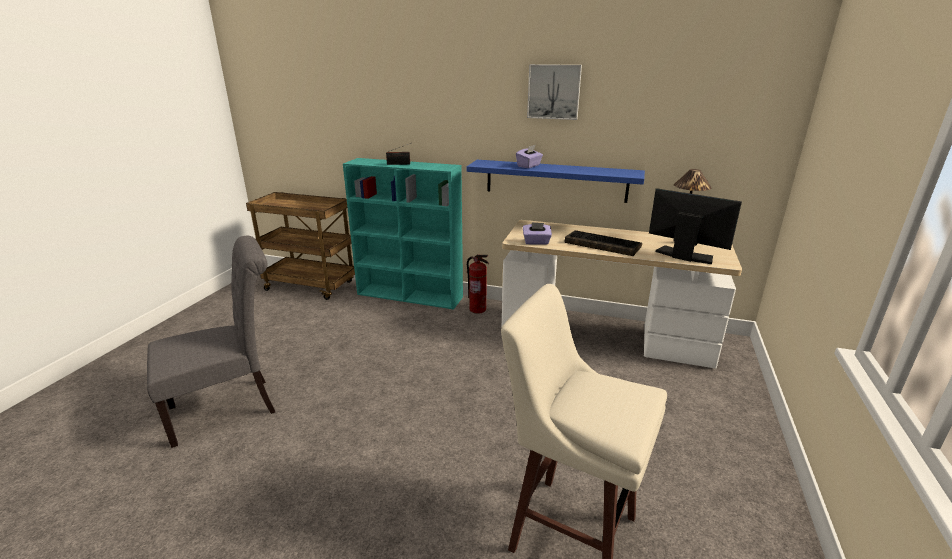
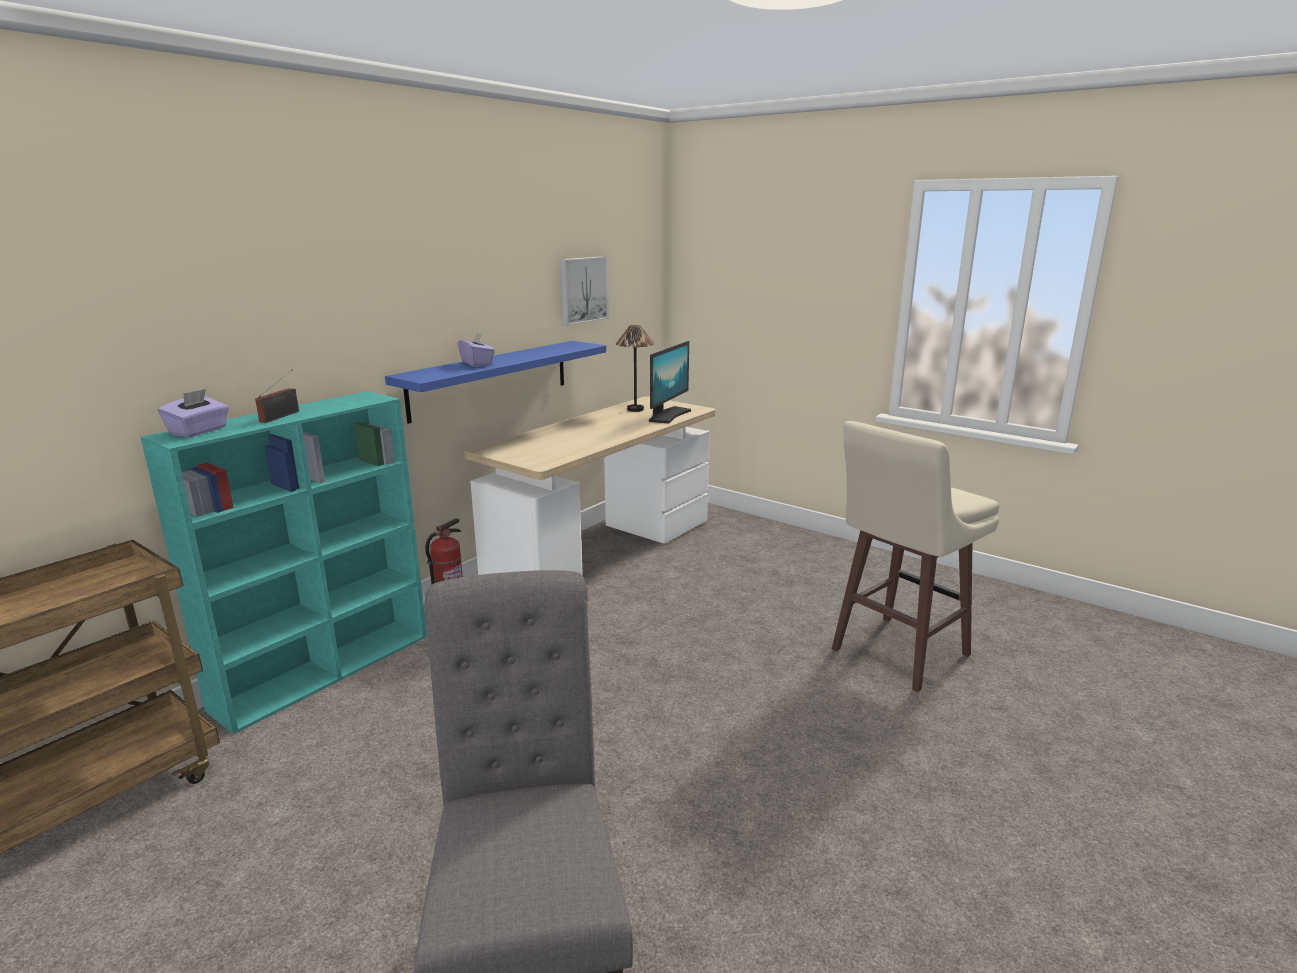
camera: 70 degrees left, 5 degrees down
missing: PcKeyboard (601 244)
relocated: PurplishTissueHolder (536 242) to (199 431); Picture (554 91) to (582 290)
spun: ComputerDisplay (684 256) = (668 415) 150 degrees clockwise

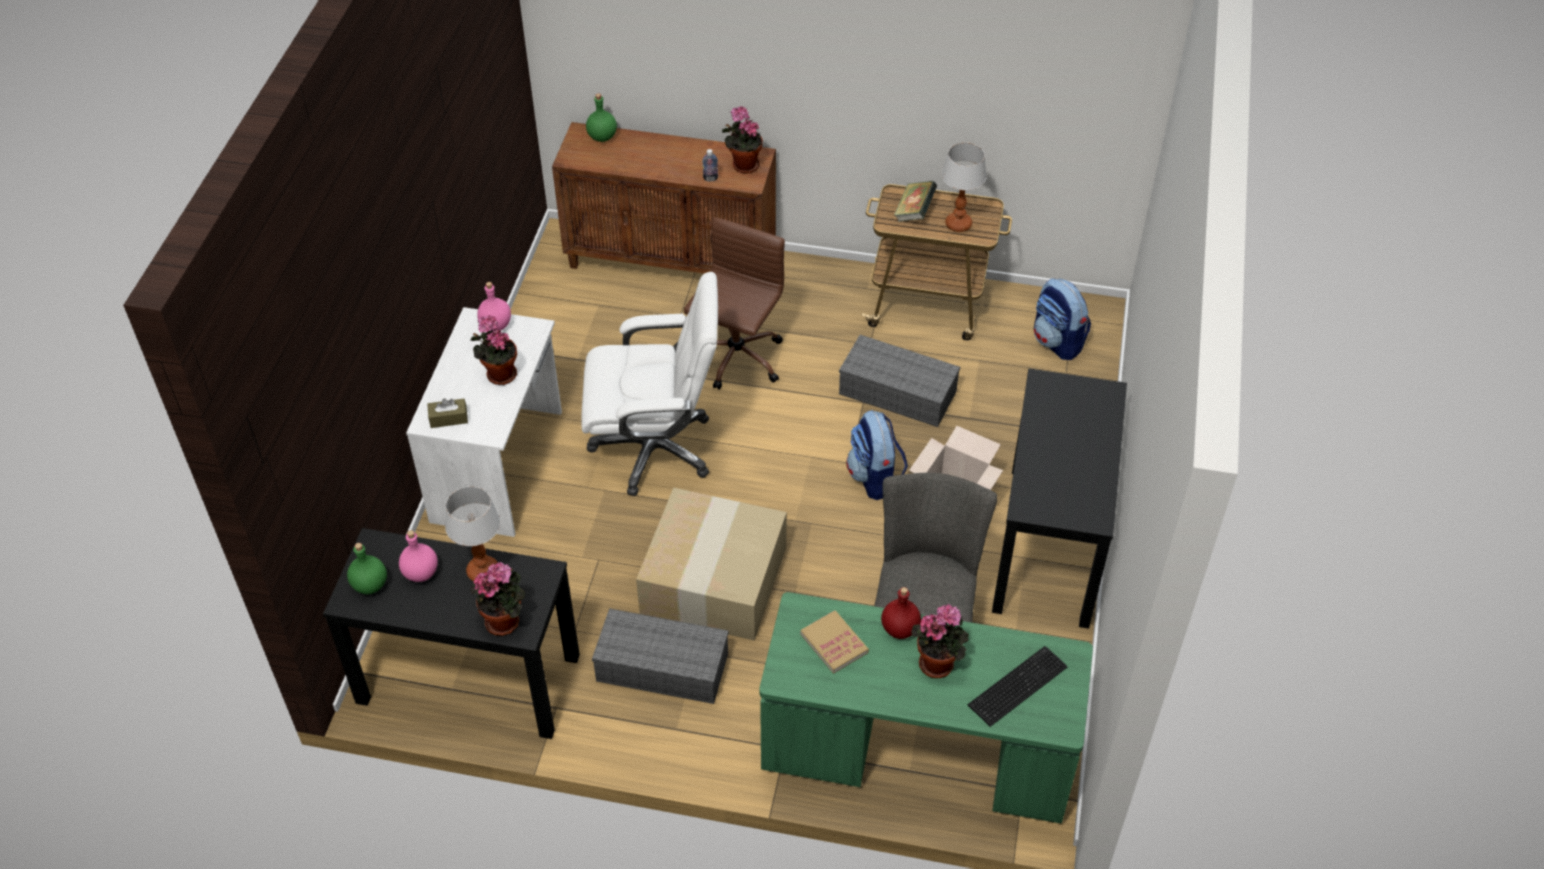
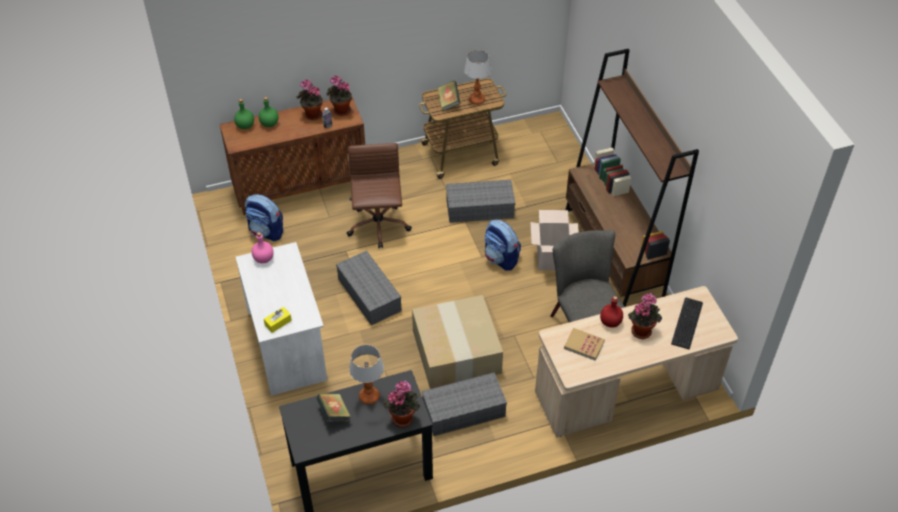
camera: 30 degrees left, 0 degrees up
relocated: GreenishBeverageBottle (370 585) to (270 124); PottedPlant (499 374) to (311 115); Knapsack (1057 342) to (266 232)
exchanged: PinkishBeverageBottle (421 572) to BoundBook (334 414); WhiteColouredOfficeChair (655 448) to GreyishStorageBox (370 295); BlackConsoleTable (1049 544) to BrownishBookcase (613 254)
colour: BrownishTissueHolder (448 418) to YellowishTissueHolder (278 323); GreenishDeskTable (916 757) to BeigeDeskTable (626 392)

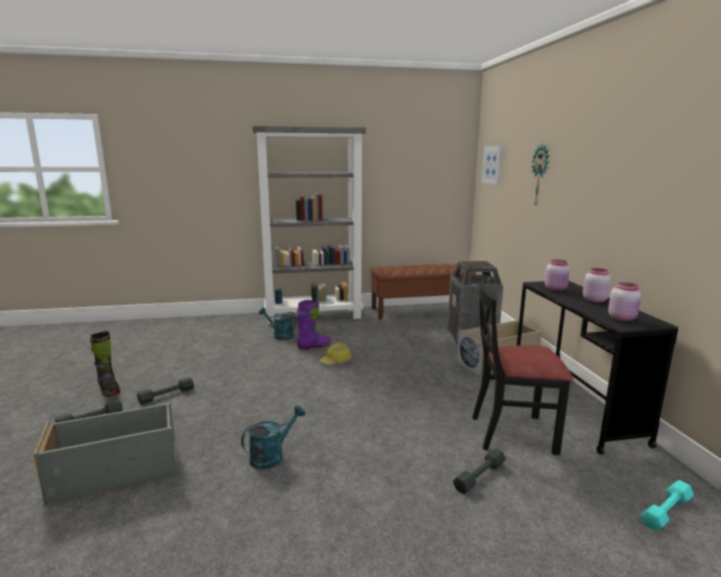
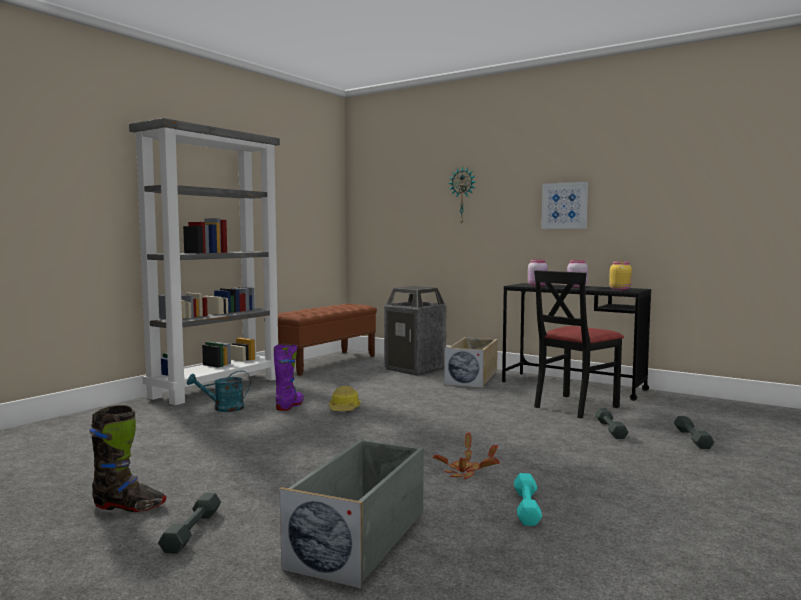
camera: 45 degrees left, 10 degrees down
relocated: GreyishFreeWeight (166 395) to (692 438); Picture (493 164) to (564 205); TurquoiseColouredFreeWeight (666 511) to (527 507)
exchanged: TurquoiseColouredWateringCan (272 456) to PottedPlant (466 472)
colour: PinkishStorageJar (622 318) to YellowishStorageJar (620 289)

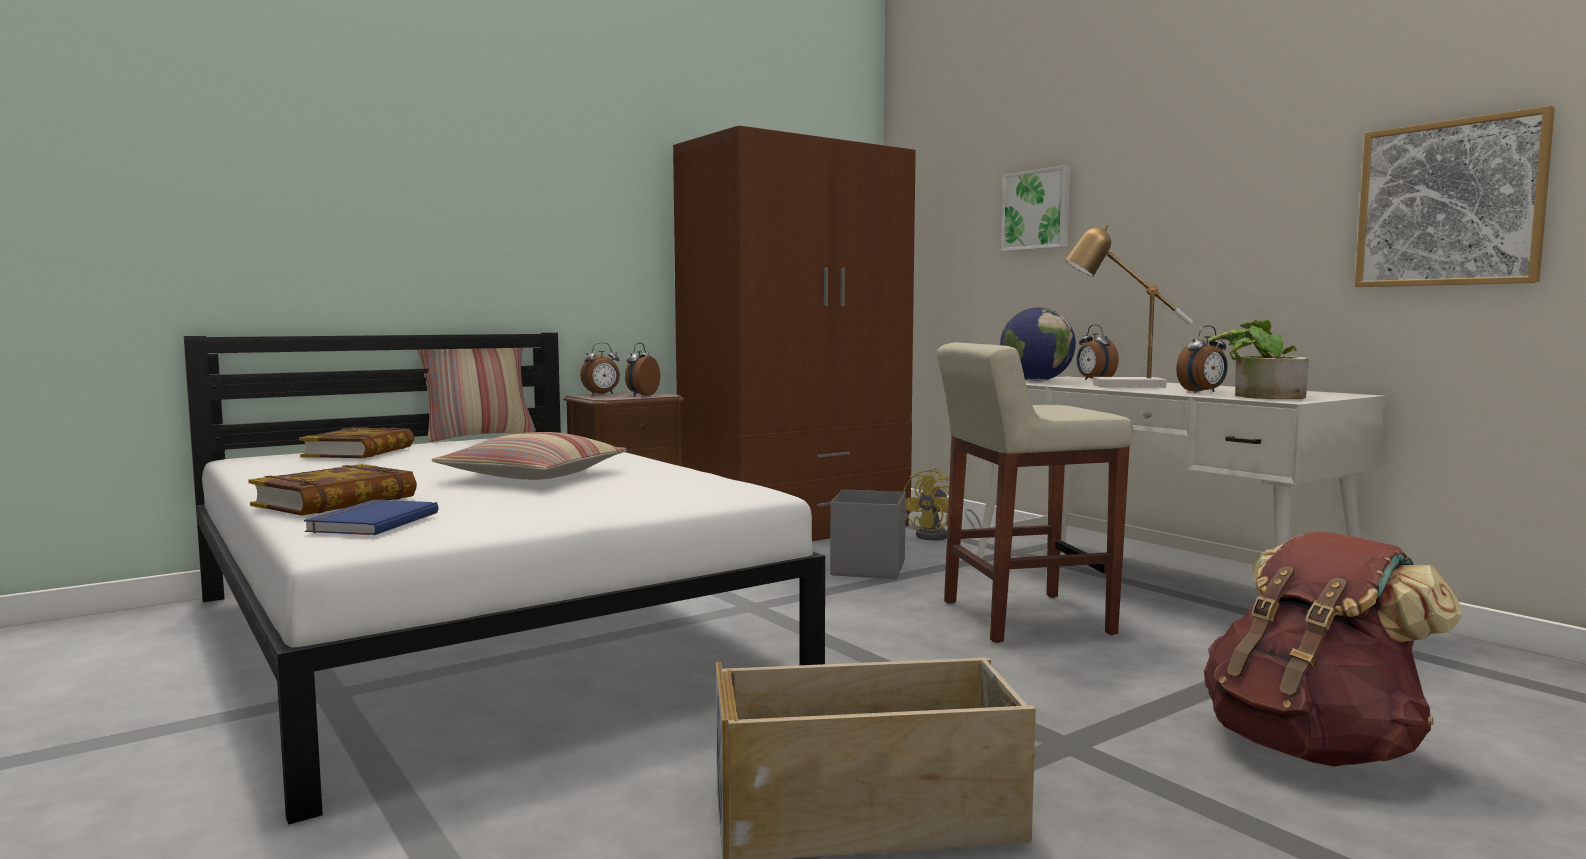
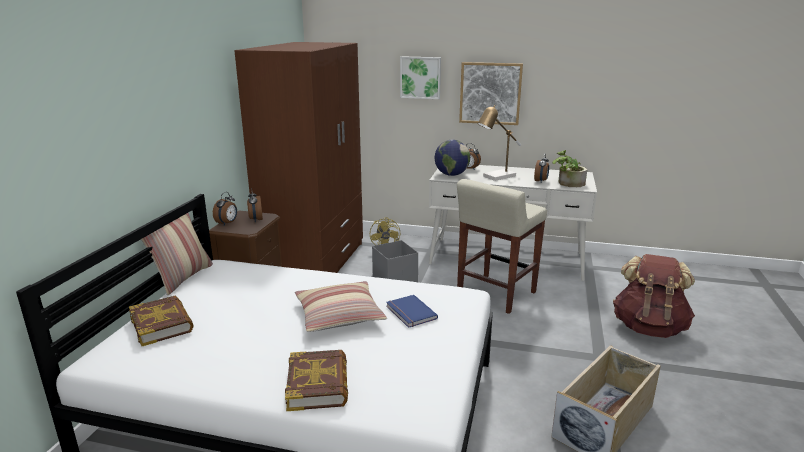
camera: 40 degrees left, 15 degrees up
relocated: BlueBoundBook (370 522) to (410 313); Picture (1449 204) to (490 93)

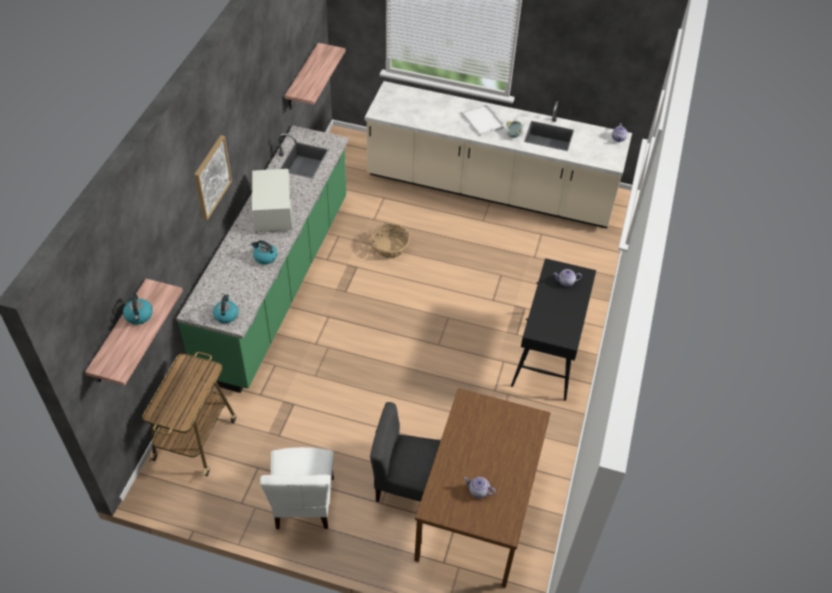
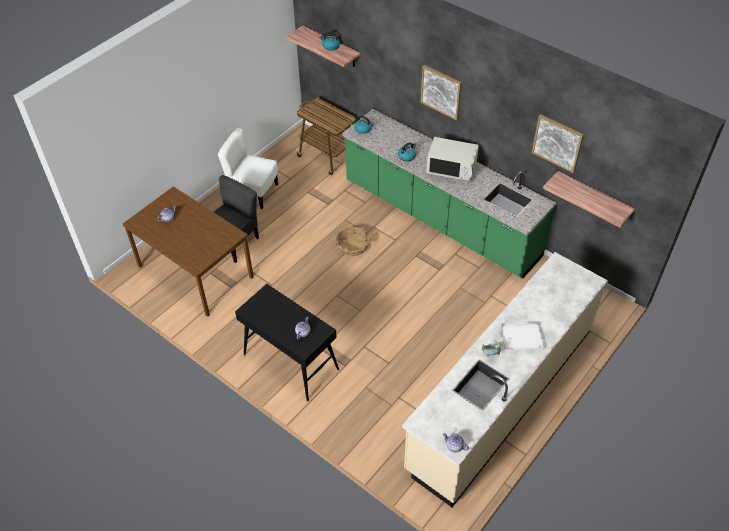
camera: 115 degrees right, 0 degrees up
appeared: Picture (557 143)
relocated: StorageBasket (389 247) to (353 246)

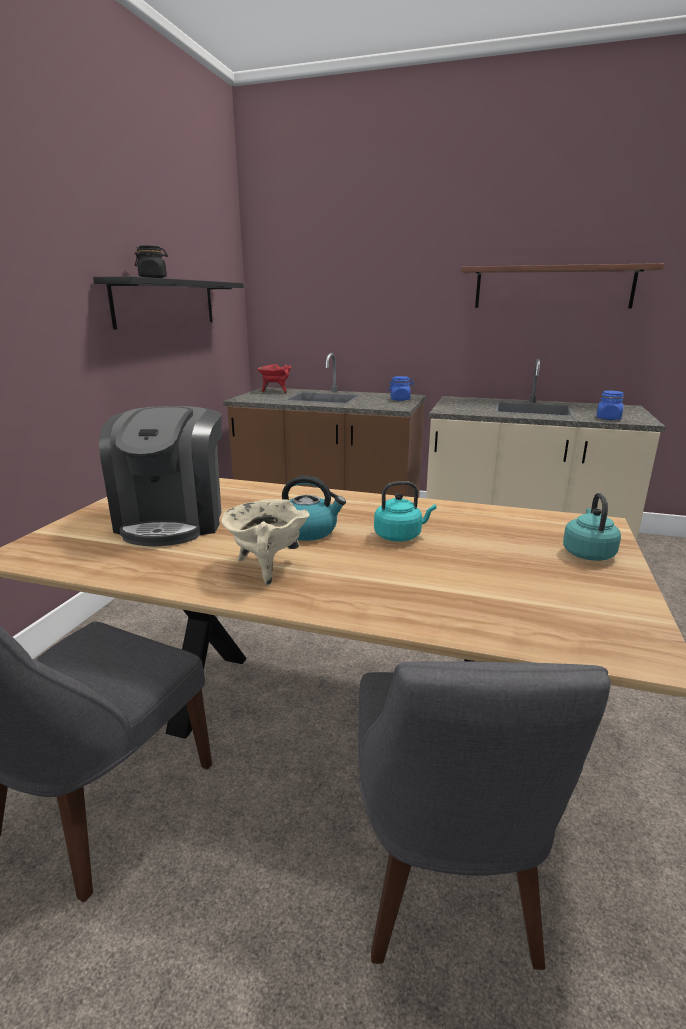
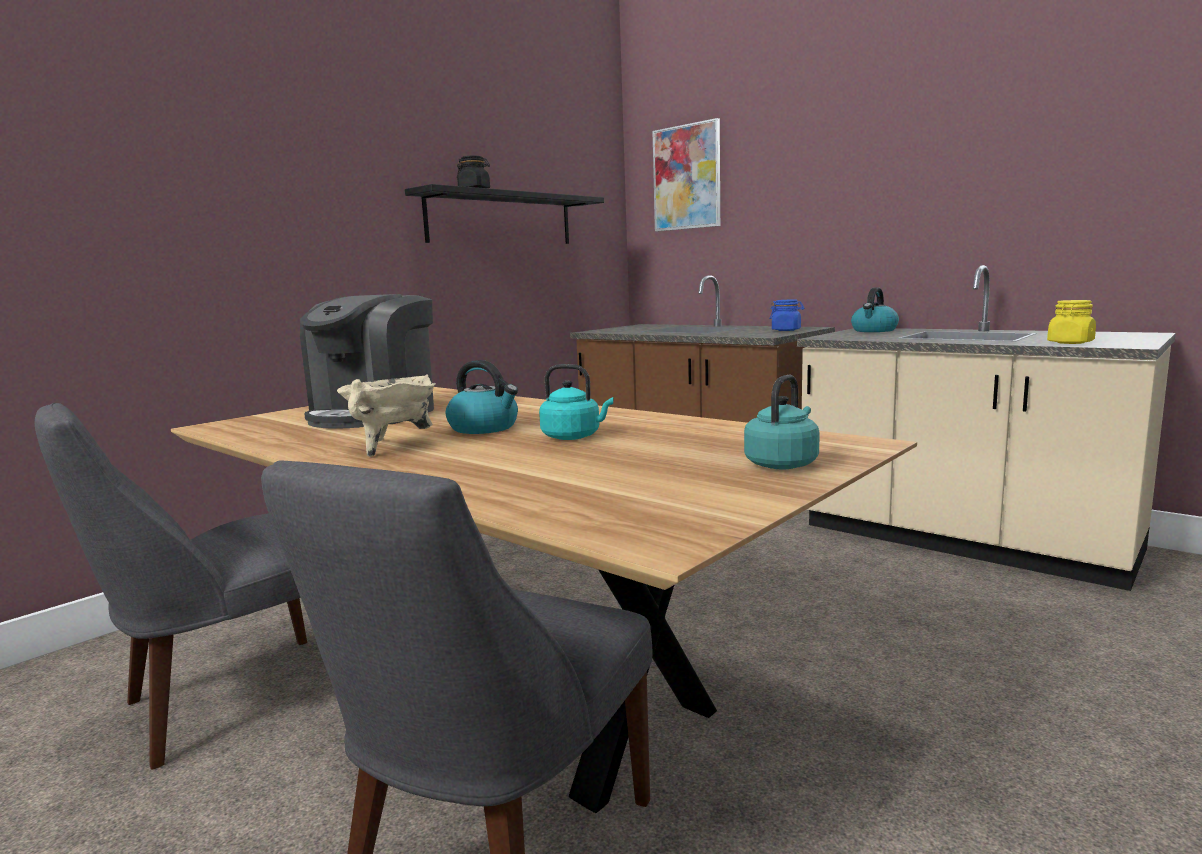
camera: 25 degrees right, 10 degrees down
missing: ReddishSaucepot (276 391); WallShelf (553 287)
appeared: Picture (687 177); Kettle (874 330)
colour: BlueStorageJar (608 418) to YellowishStorageJar (1070 342)

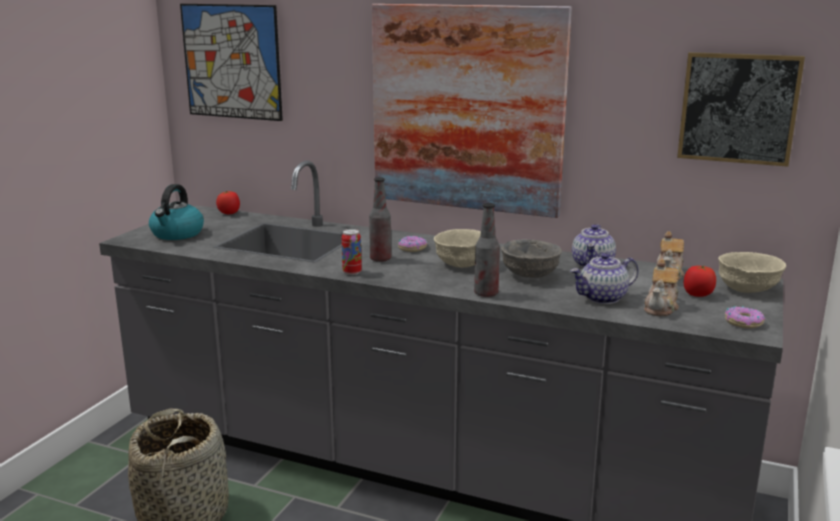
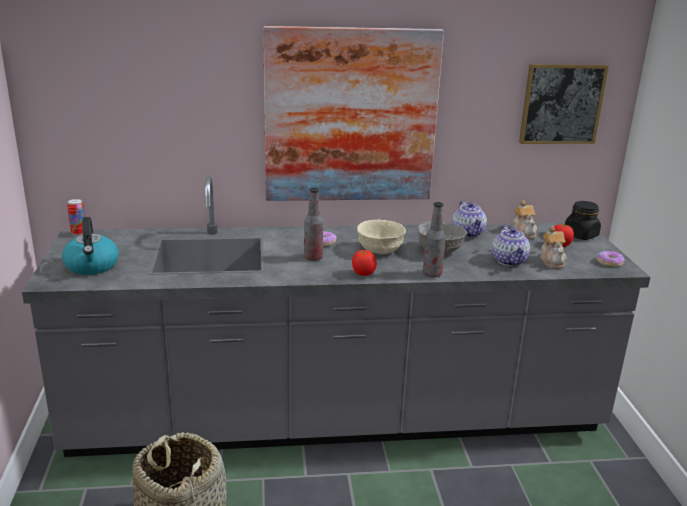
camera: 30 degrees left, 5 degrees up
missing: Picture (232 62)
relocated: WholeTomato (229 213) to (363 273); SealedCan (352 272) to (79 233)
exchanged: BeigeServingBowl (747 289) to BlackStorageJar (581 235)
spun: TeaPot (602 298) = (509 261) 45 degrees counterclockwise

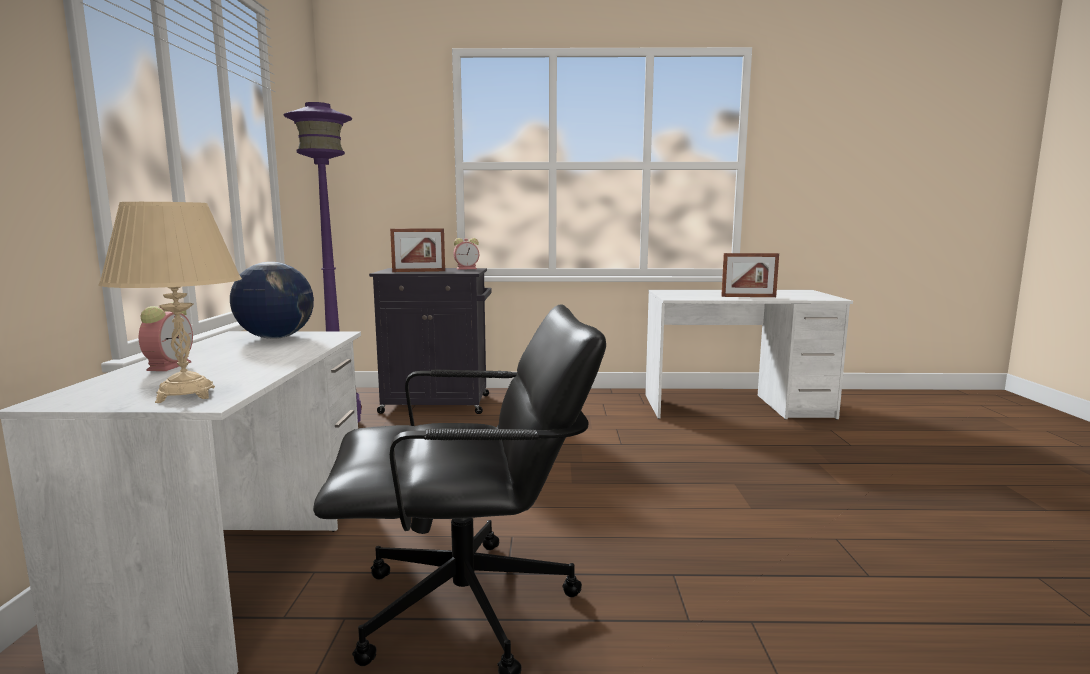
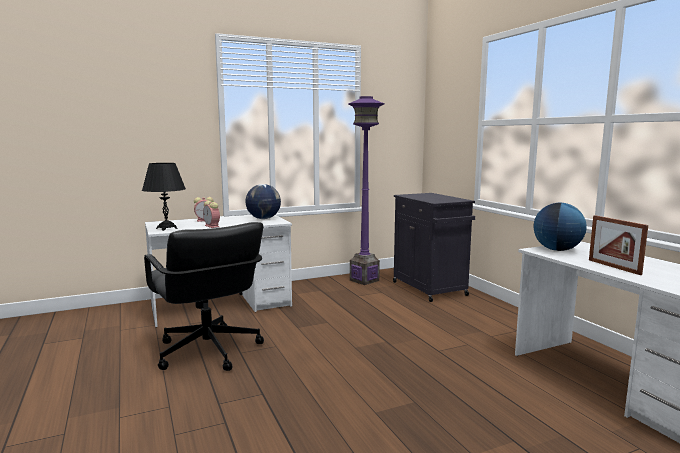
camera: 65 degrees right, 0 degrees up
missing: PictureFrame (419 271)
appeared: WorldGlobe (557 250)
relocated: AlarmClock (467 268) to (212 226)
colour: BeigeTableLamp (186 395) to BlackTableLamp (166 228)

